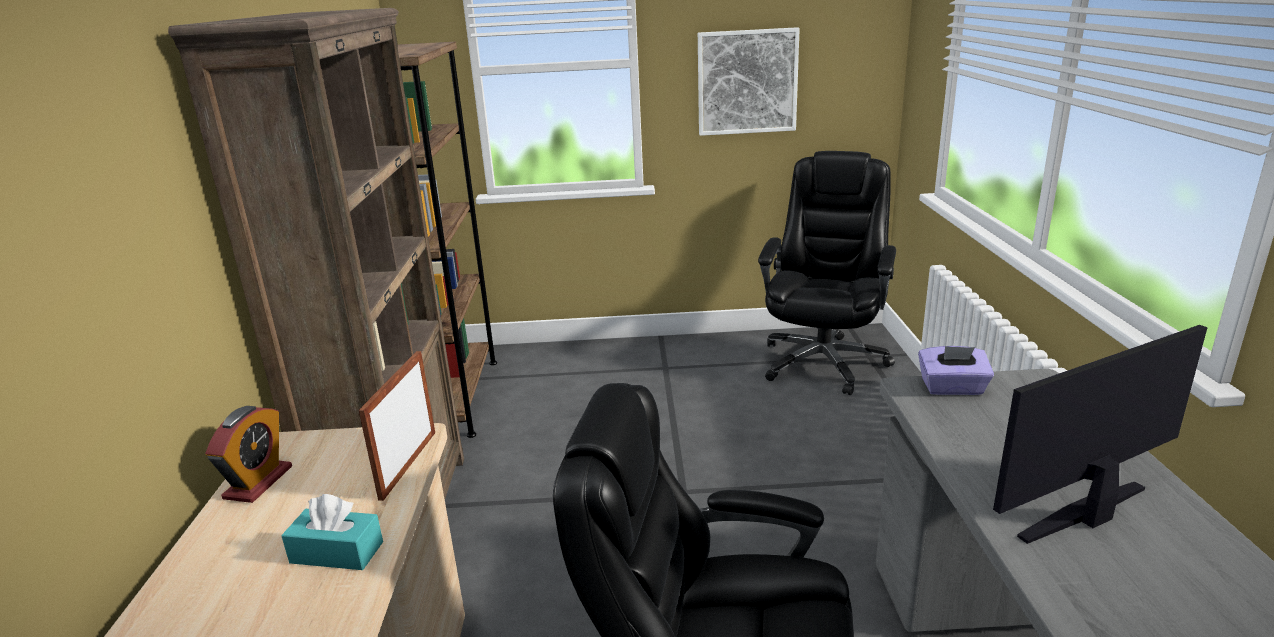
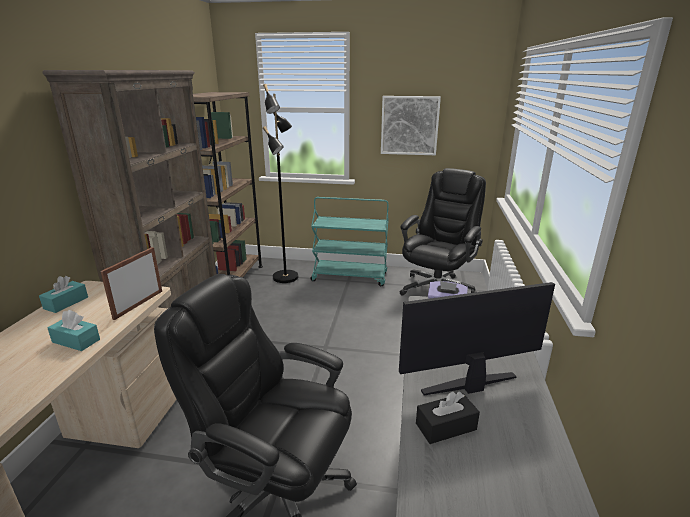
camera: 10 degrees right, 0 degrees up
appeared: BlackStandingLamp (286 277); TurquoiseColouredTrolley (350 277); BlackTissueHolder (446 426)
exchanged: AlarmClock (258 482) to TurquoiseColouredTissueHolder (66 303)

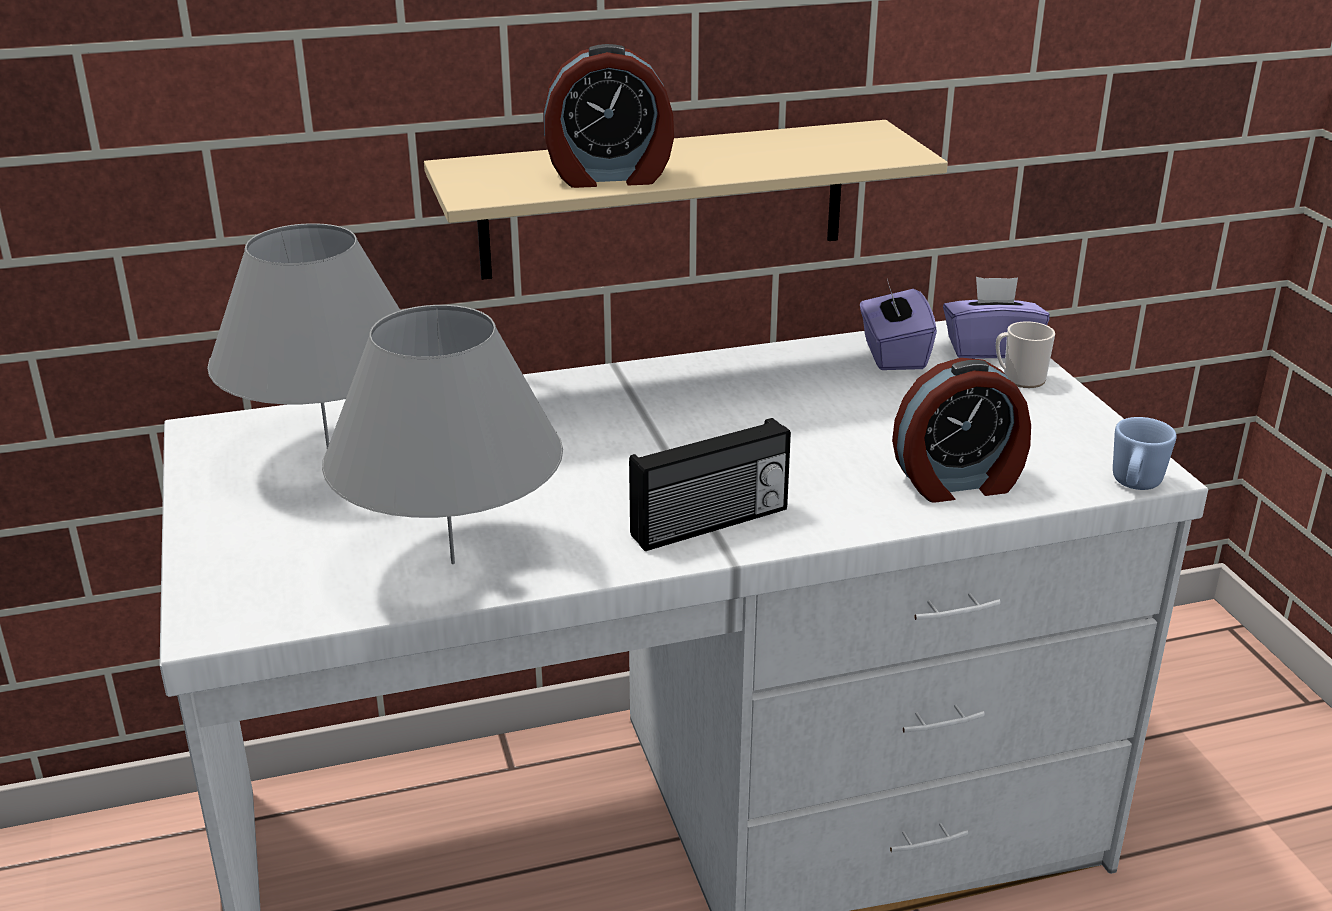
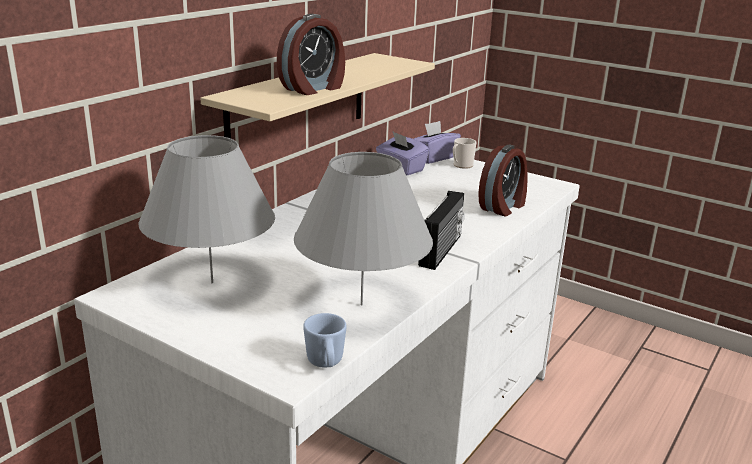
camera: 40 degrees left, 5 degrees down
relocated: BlueTeaMug (1134 485) to (326 364)

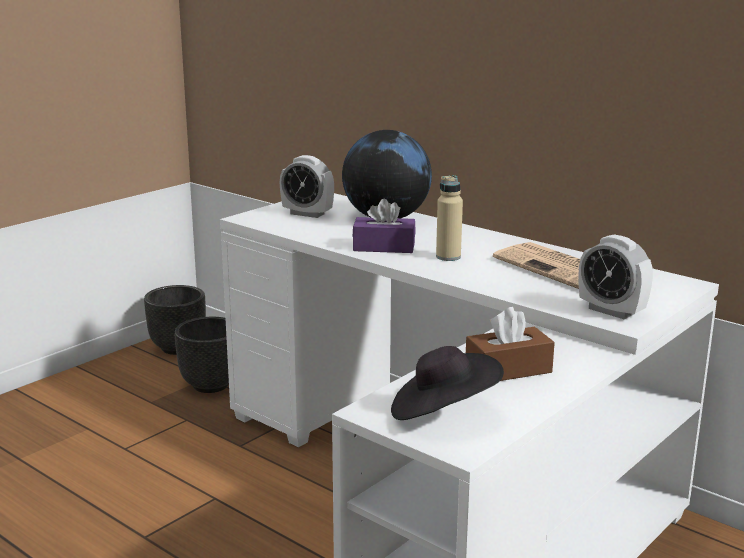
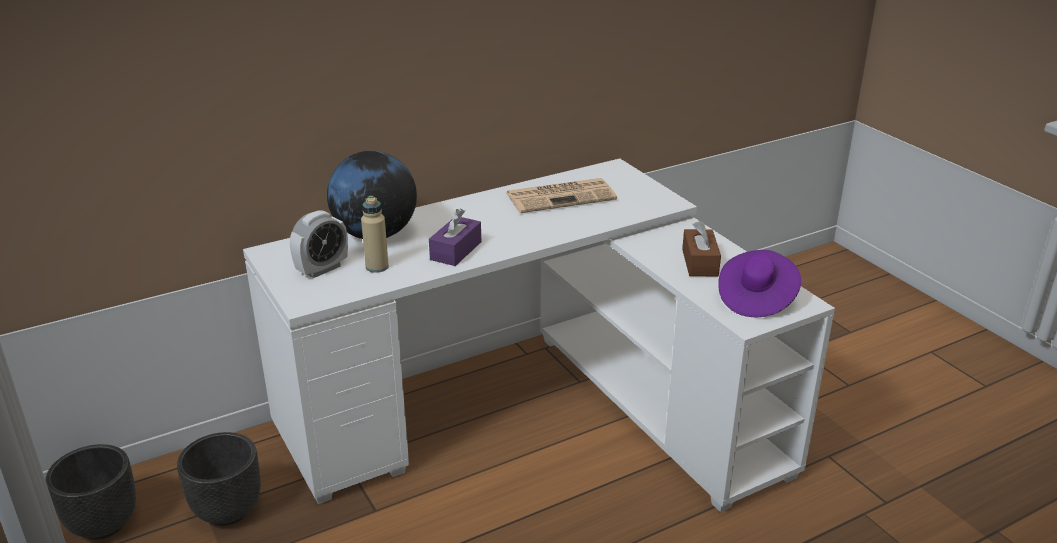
camera: 70 degrees left, 10 degrees up
missing: AlarmClock (611 311)
relocated: BeigeBeverageBottle (448 257) to (377 267)
colour: BlackClothingHat (442 412) to PurplishClothingHat (756 299)

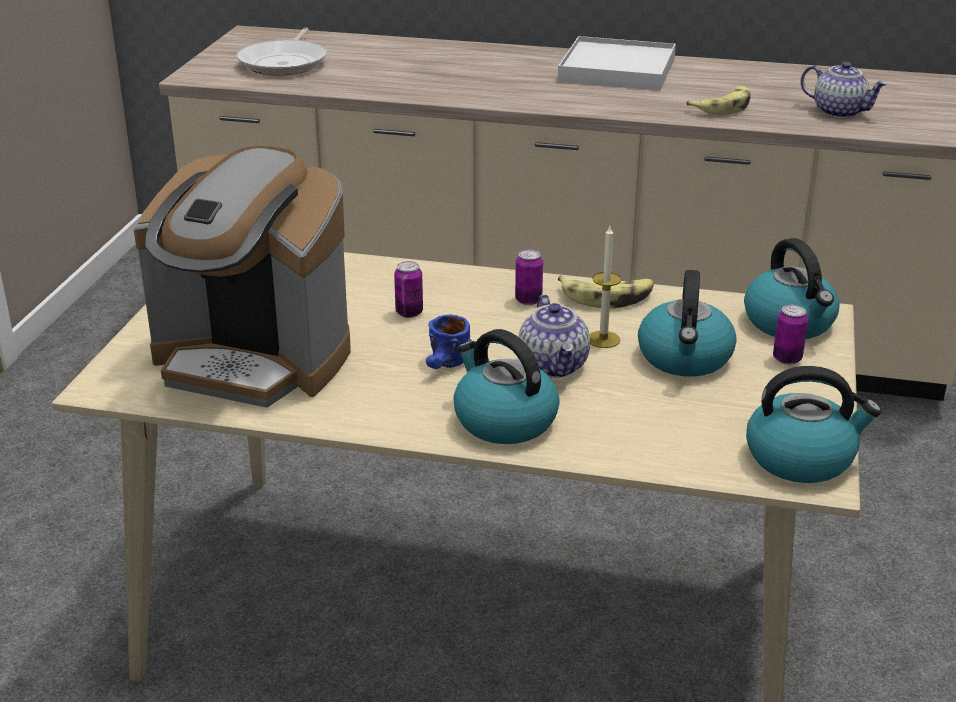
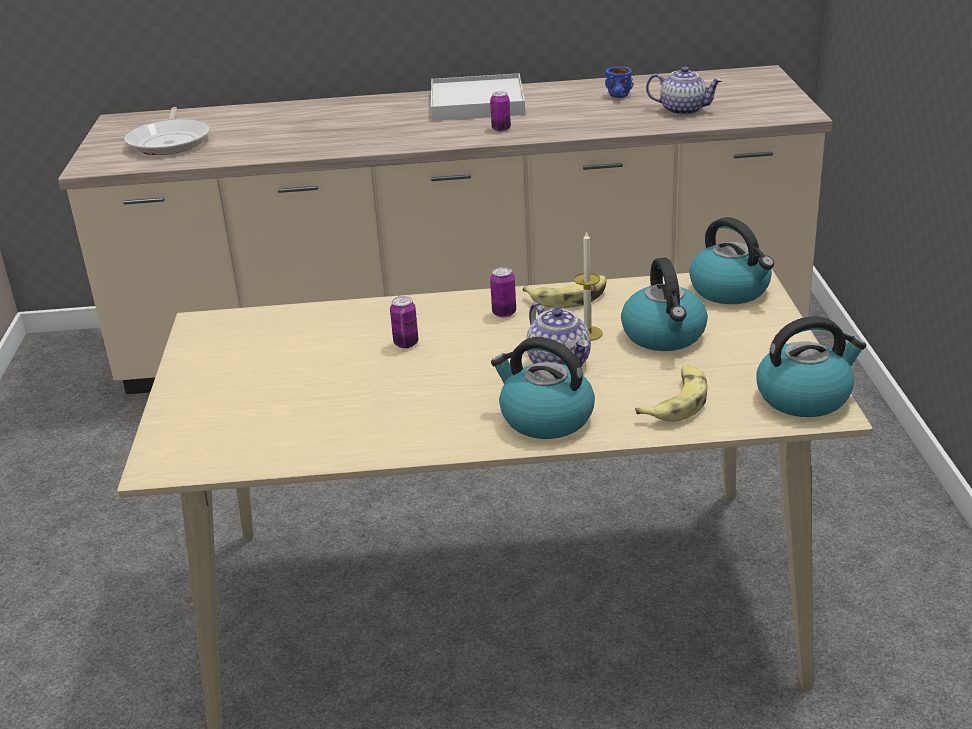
camera: 15 degrees left, 0 degrees up
missing: CoffeeBrewer (253 361)
relocated: BlueTeaMug (447 366) to (619 97); BananaFruit (723 107) to (676 402); SealedCan (787 359) to (501 129)

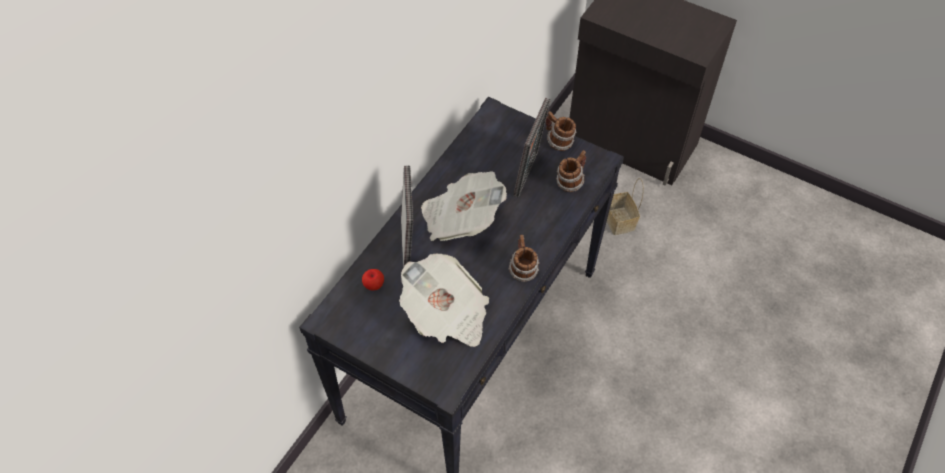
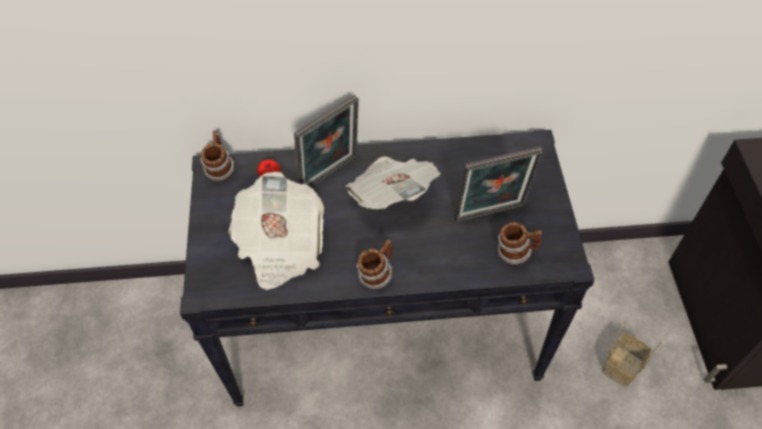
camera: 55 degrees right, 0 degrees up
relocated: TeaMug (558 142) to (220 169)

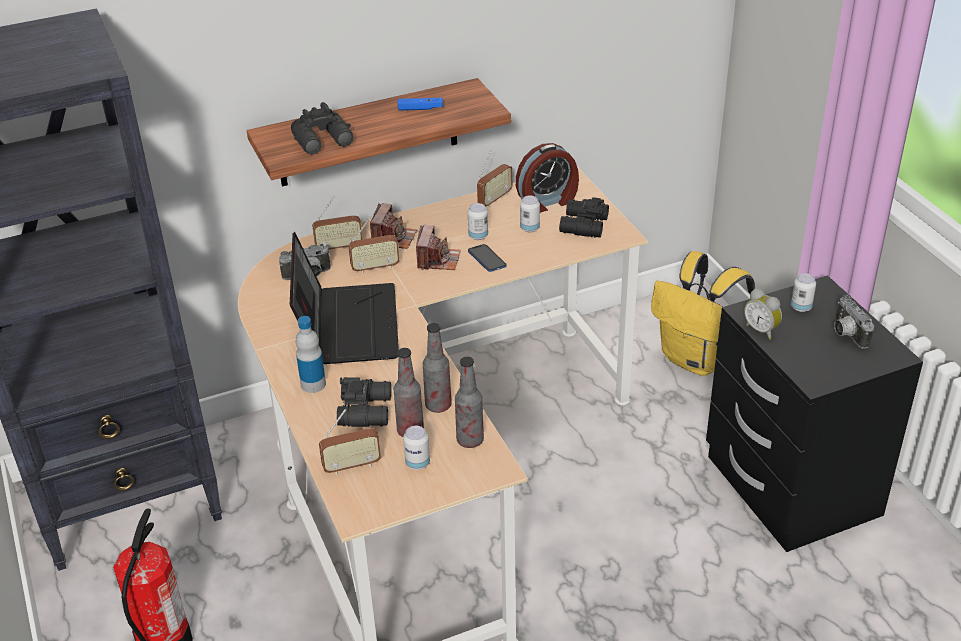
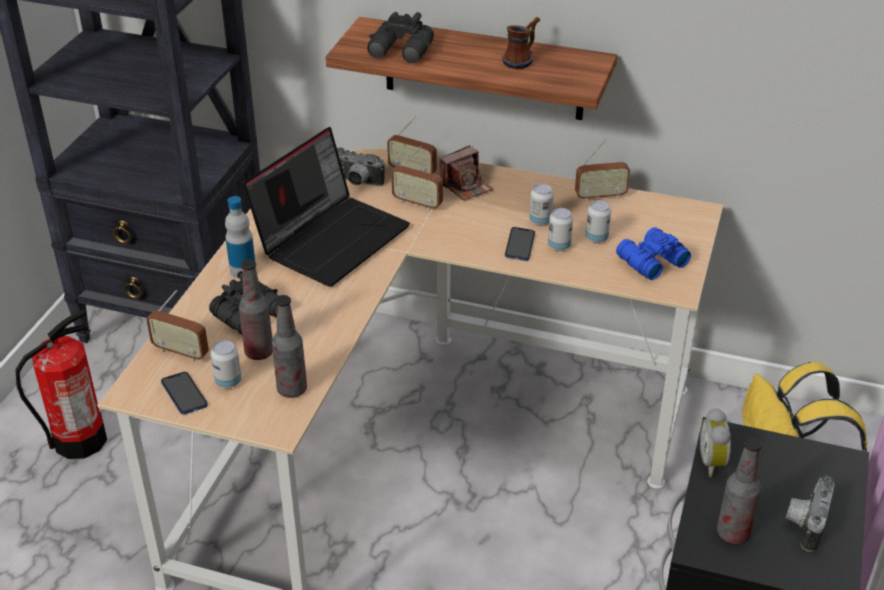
camera: 40 degrees right, 0 degrees up
missing: PhotoCamera (438 260); AlarmClock (548 201)
appeared: Phone (184 394)
relocated: BeverageBottle (438 405) to (733 533); SealedCan (801 307) to (559 246)
exchanged: BlueGamepad (420 108) to TeaMug (522 59)
colour: BlackFieldGlasses (582 226) to BlueFieldGlasses (650 261)

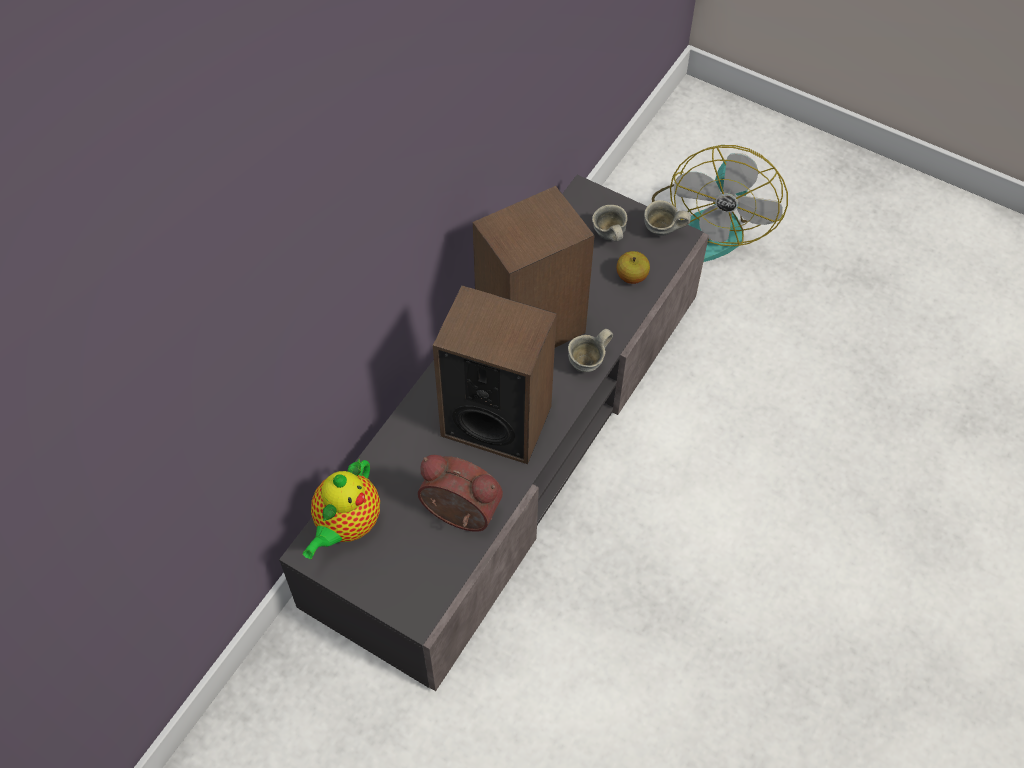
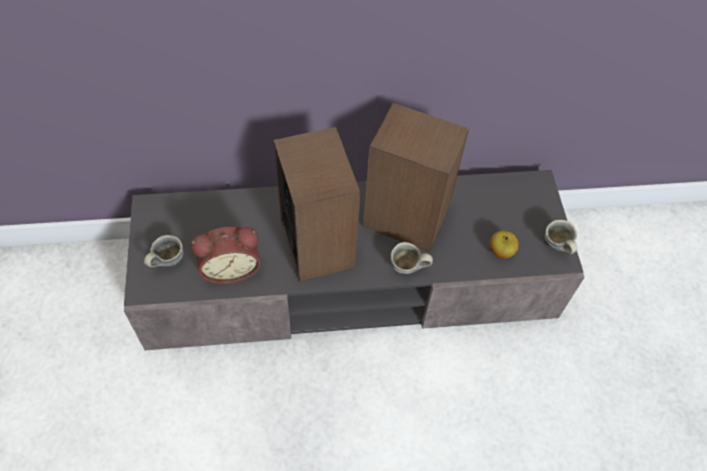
camera: 50 degrees right, 0 degrees up
missing: TeaPot (346 525); CoolingFan (710 224)
relocated: GreyishTeaMug (608 238) to (167 261)
spun: AlarmClock (459 516) = (230 267) 90 degrees clockwise

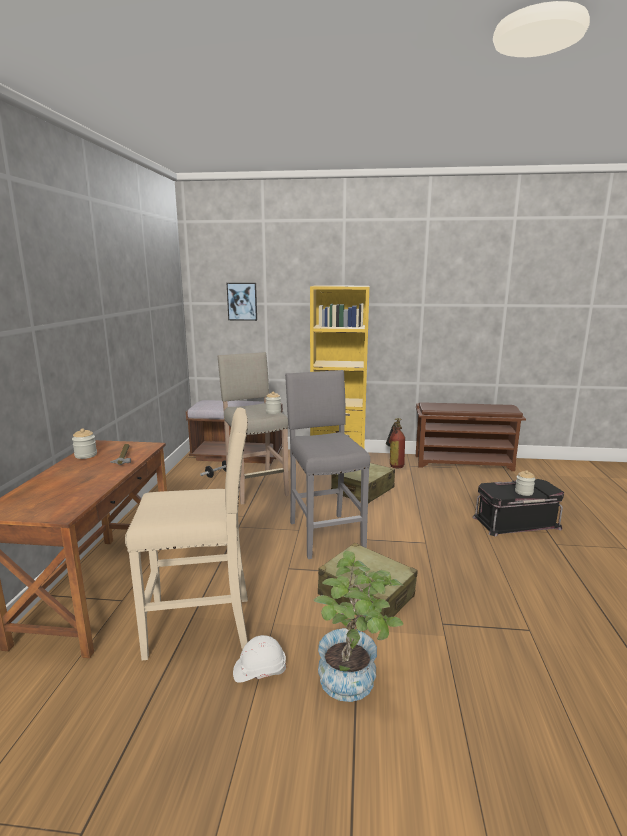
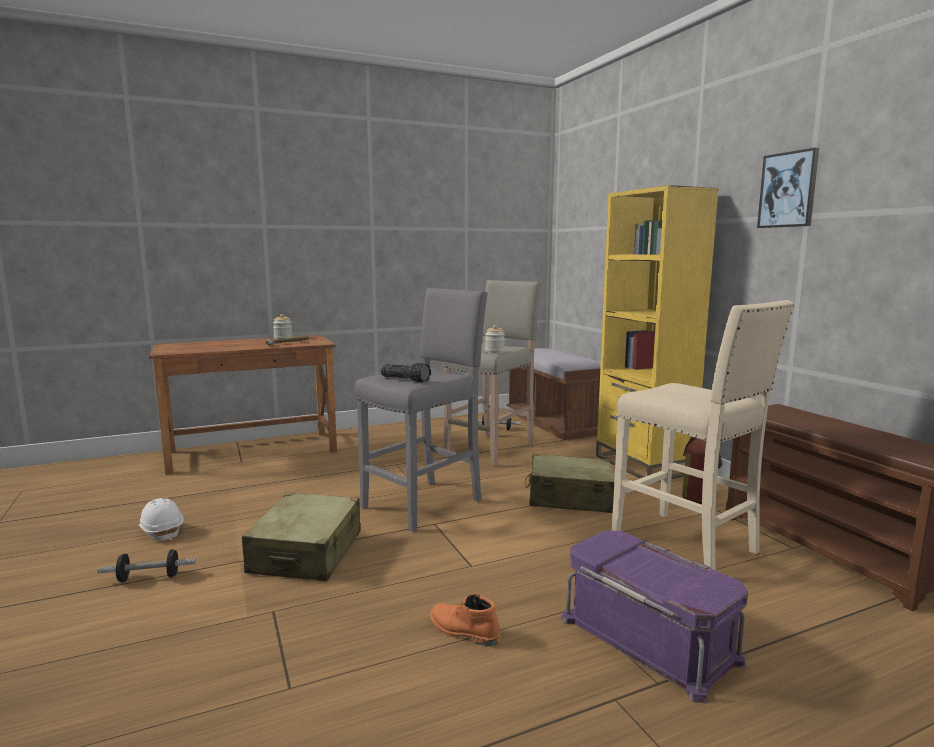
camera: 60 degrees right, 5 degrees down
missing: StorageJar (523 492)
appeared: Torch (406 379); OrangeyTallBoot (463 631)
relocated: BeigeStoolSeat (202 626) to (686 545); Picture (242 301) to (788 190)
exchanged: PottedPlant (355 683) to FreeWeight (149 578)
colour: BlackStorageBox (515 522) to PurplishStorageBox (650 638)

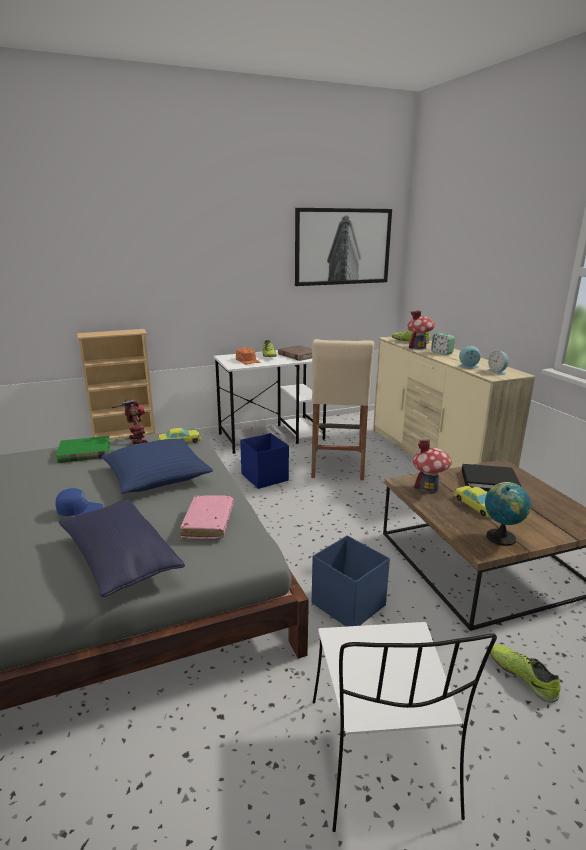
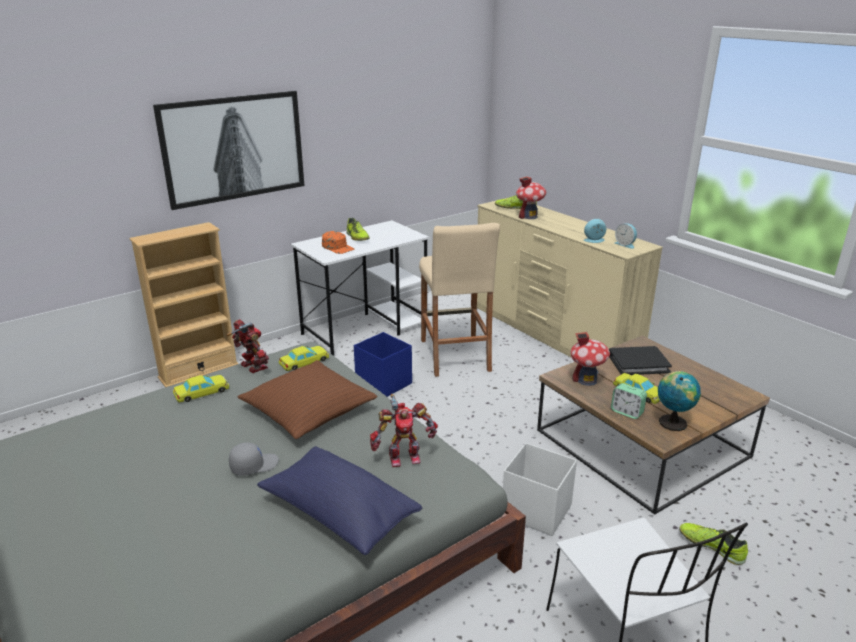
camera: 15 degrees left, 5 degrees up
missing: BrownishBoundBook (298 355)
relocated: Picture (343 247) to (234 148); AlarmClock (441 353) to (626 412)
exchanged: GreenishBoundBook (84 452) to YellowishModelCar (202 392); PinkishBoundBook (208 523) to ModelRobot (403 456)
colour: BlueBaseballCap (80 510) to GreyishBaseballCap (254 465); BluePillow (157 476) to BrownishPillow (309 409); BlueStorageBox (348 604) to WhiteColouredStorageBox (535 510)

